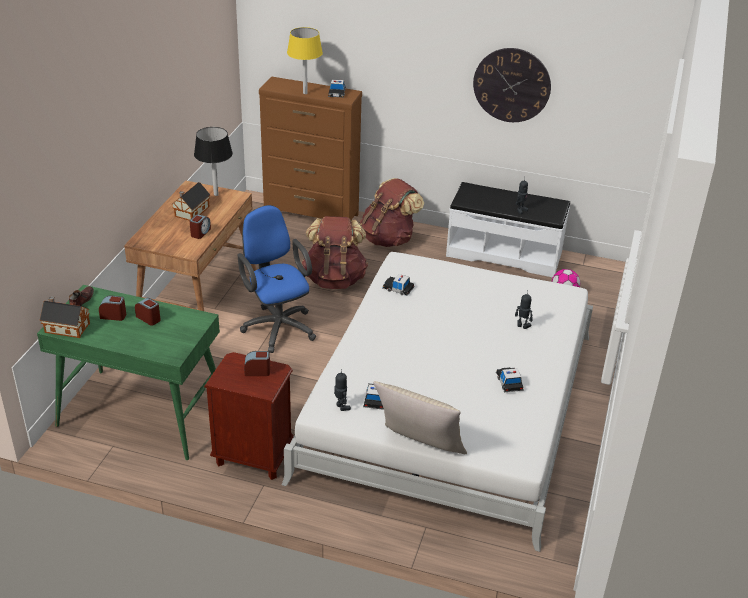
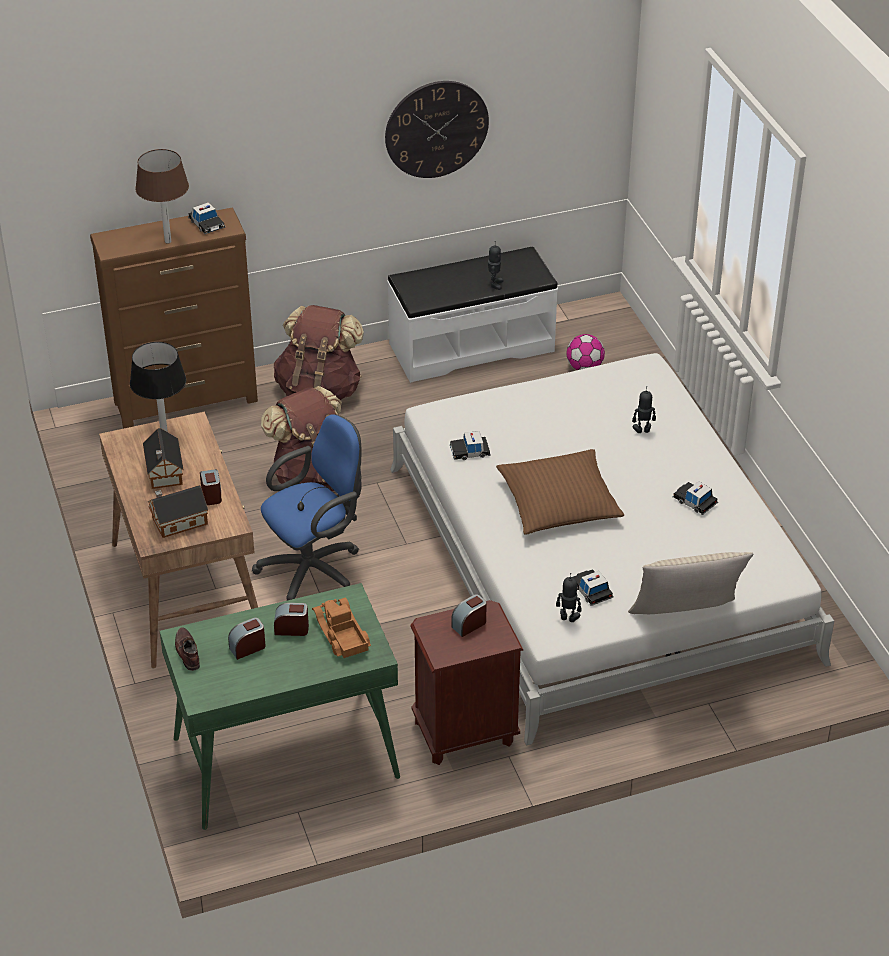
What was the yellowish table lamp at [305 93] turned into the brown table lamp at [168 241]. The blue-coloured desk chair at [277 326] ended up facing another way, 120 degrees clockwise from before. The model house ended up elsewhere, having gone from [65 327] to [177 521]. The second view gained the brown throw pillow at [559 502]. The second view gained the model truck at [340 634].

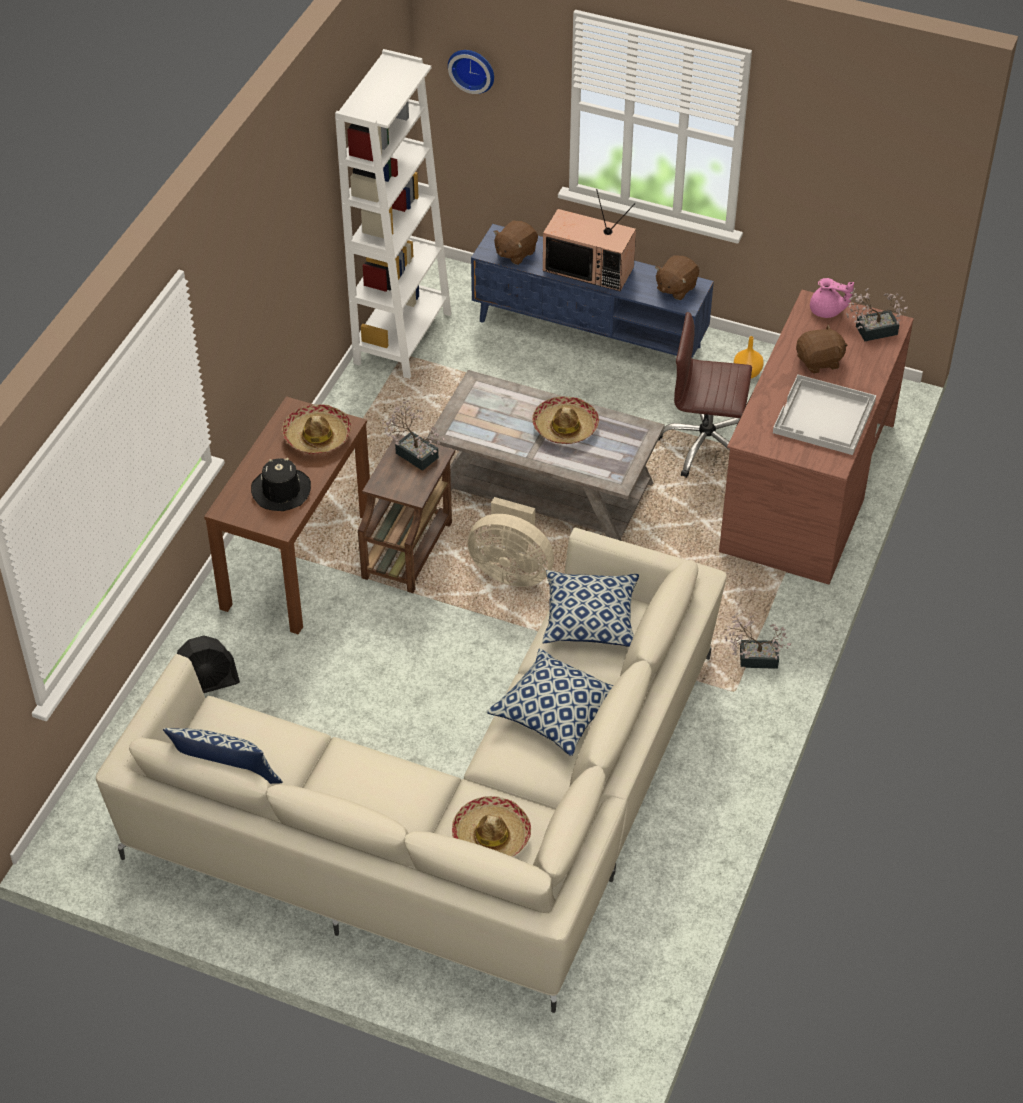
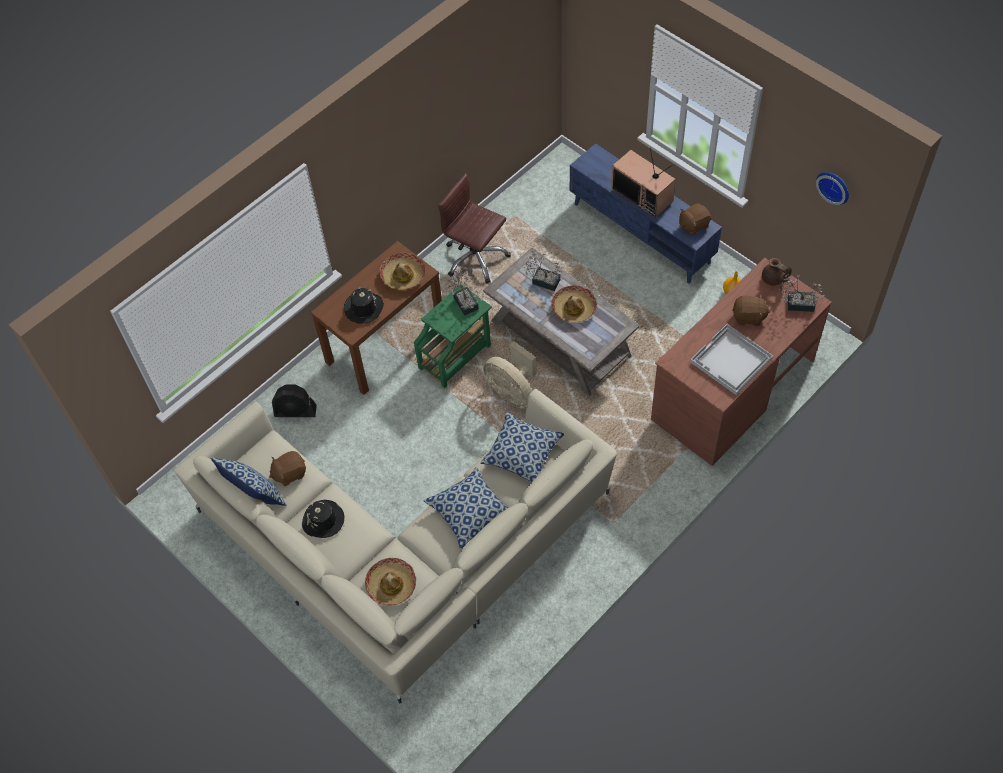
The second view lost the white-coloured bookcase at [402 338]. The wall clock ended up elsewhere, having gone from [472 69] to [834 186]. The brown soft toy ended up elsewhere, having gone from [515 253] to [289 473]. What was the pinkish pot for tea at [827 311] turned into the brown pot for tea at [773 279]. The brown desk chair ended up elsewhere, having gone from [705 445] to [475 258]. What was the brown accent table at [408 548] turned into the greenish accent table at [456 355]. The houseplant ended up elsewhere, having gone from [753 658] to [543 280]. The second view gained the black-coloured wearable hat at [323 520].

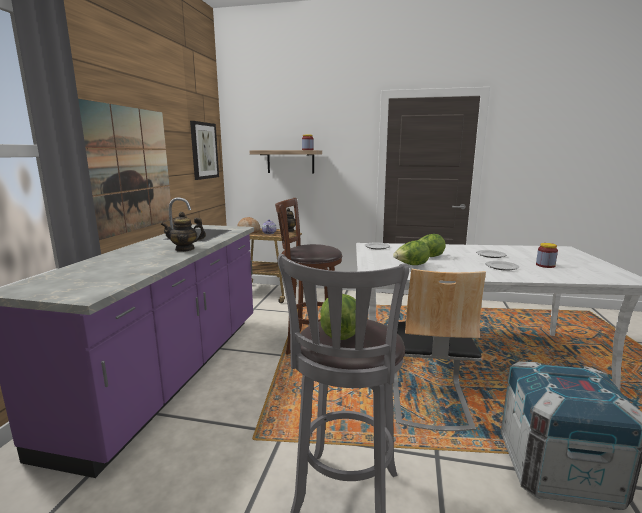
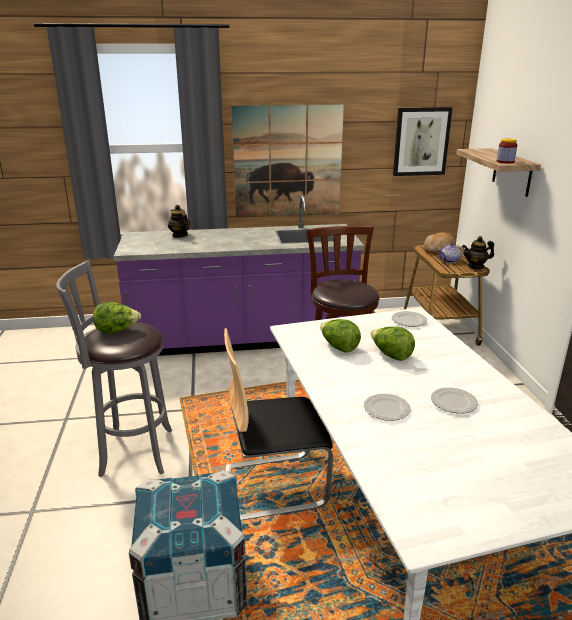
The pot for tea ended up elsewhere, having gone from [185 249] to [179 235]. The second view lost the storage jar at [545 265].

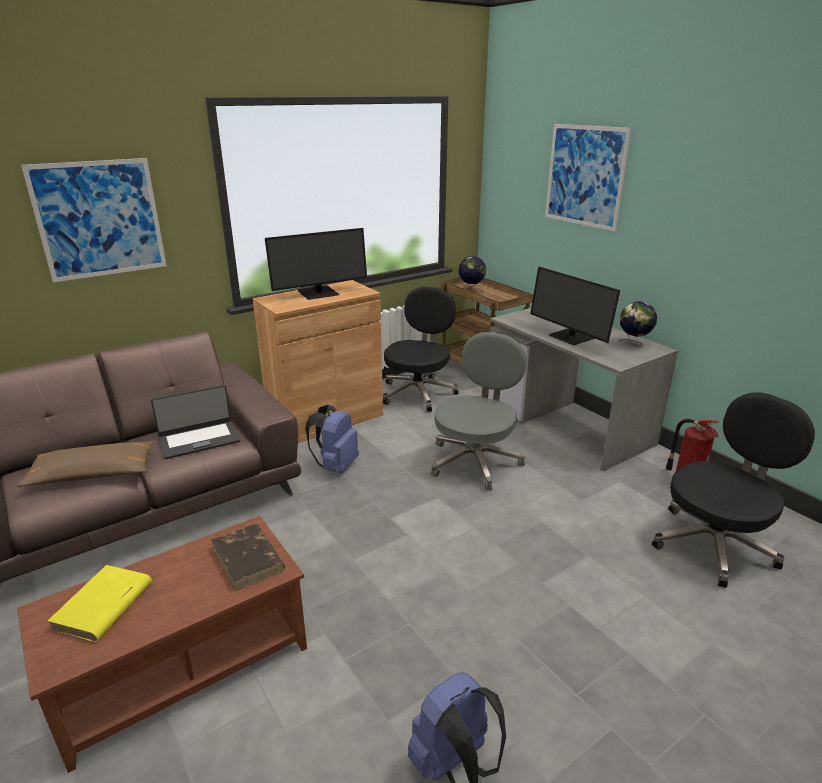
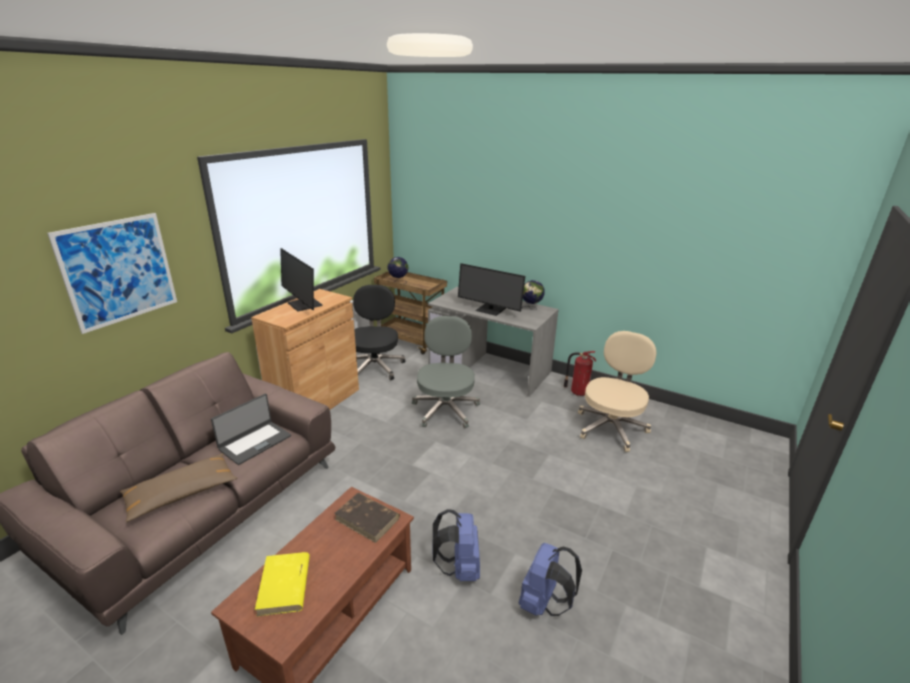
The second view lost the wall art at [585 176]. The monitor at [319 293] ended up facing another way, 105 degrees clockwise from before. What was the black-coloured desk chair at [714 544] turned into the sand-coloured desk chair at [611 427]. The blue-coloured rucksack ended up elsewhere, having gone from [335 466] to [459 568].

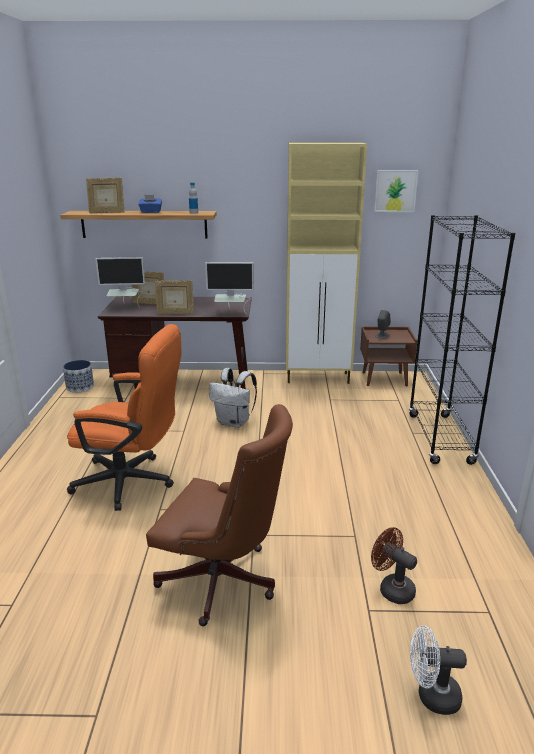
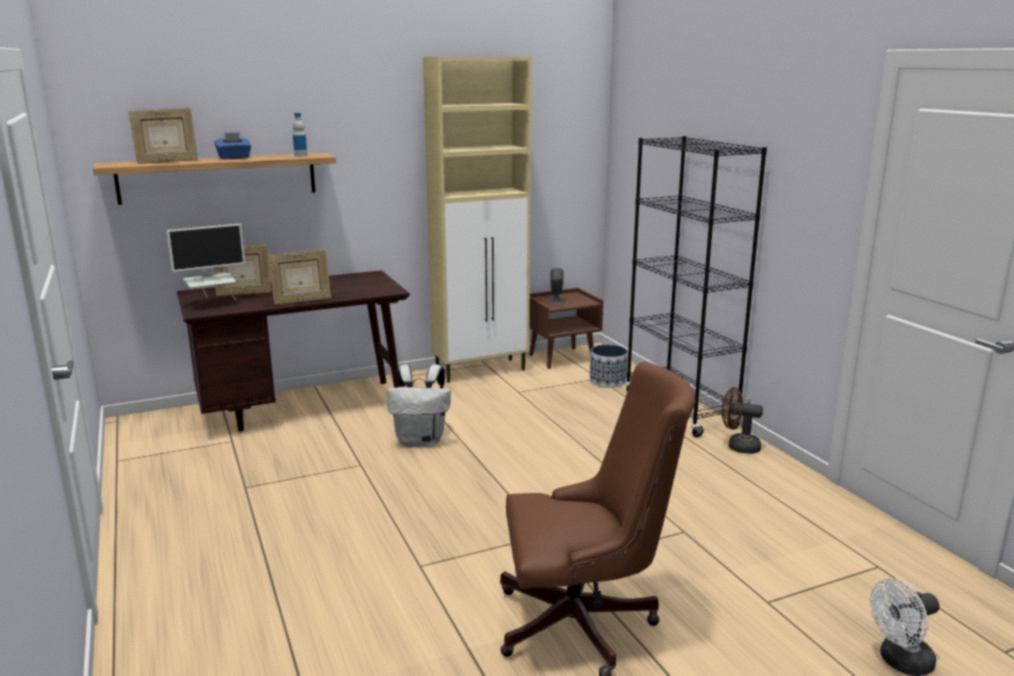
The second view lost the wall art at [395 191]. The second view lost the monitor at [231 314]. The second view lost the orangey desk chair at [132 482]. The flower pot ended up elsewhere, having gone from [80 387] to [608 381]. The brown cooling fan ended up elsewhere, having gone from [392 588] to [738 446].

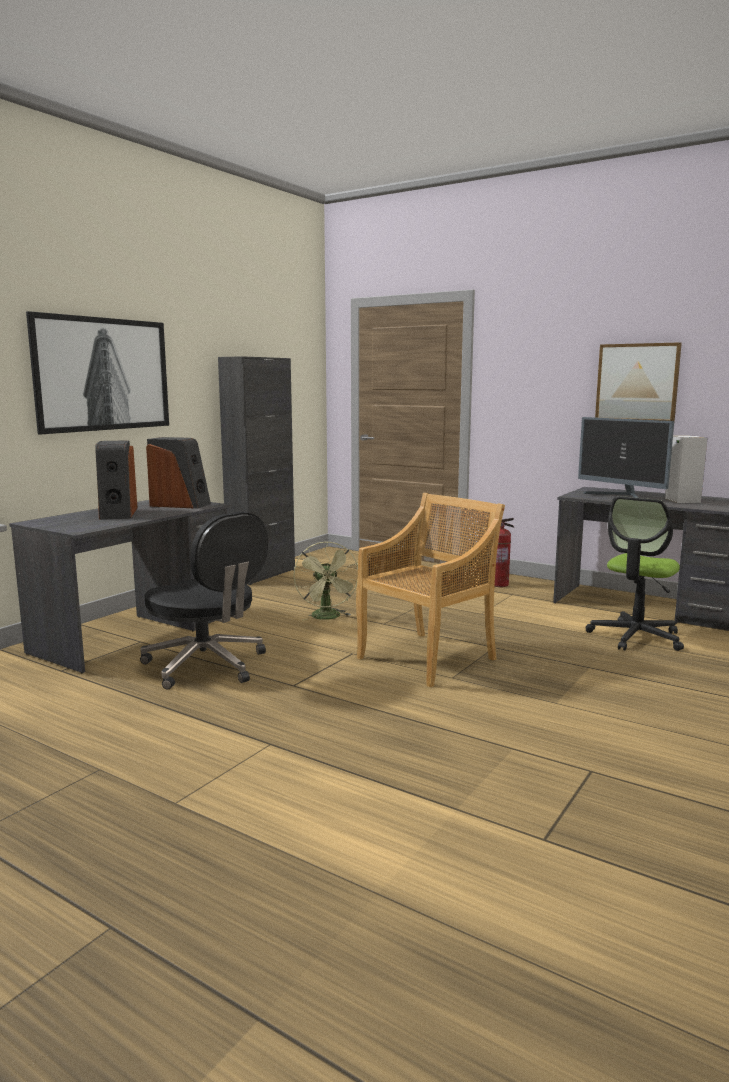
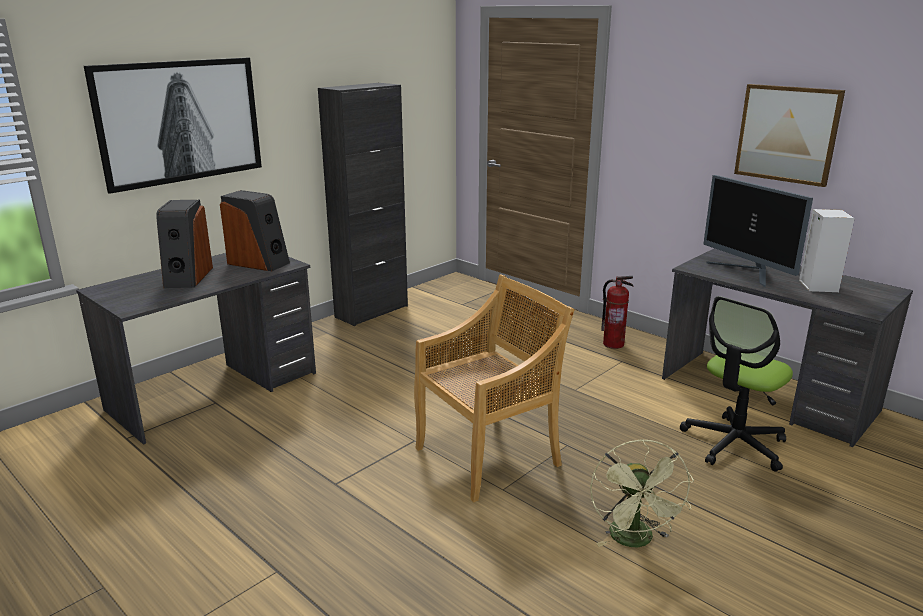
The second view lost the black-coloured desk chair at [207 666]. The greenish cooling fan ended up elsewhere, having gone from [328 618] to [635 541].

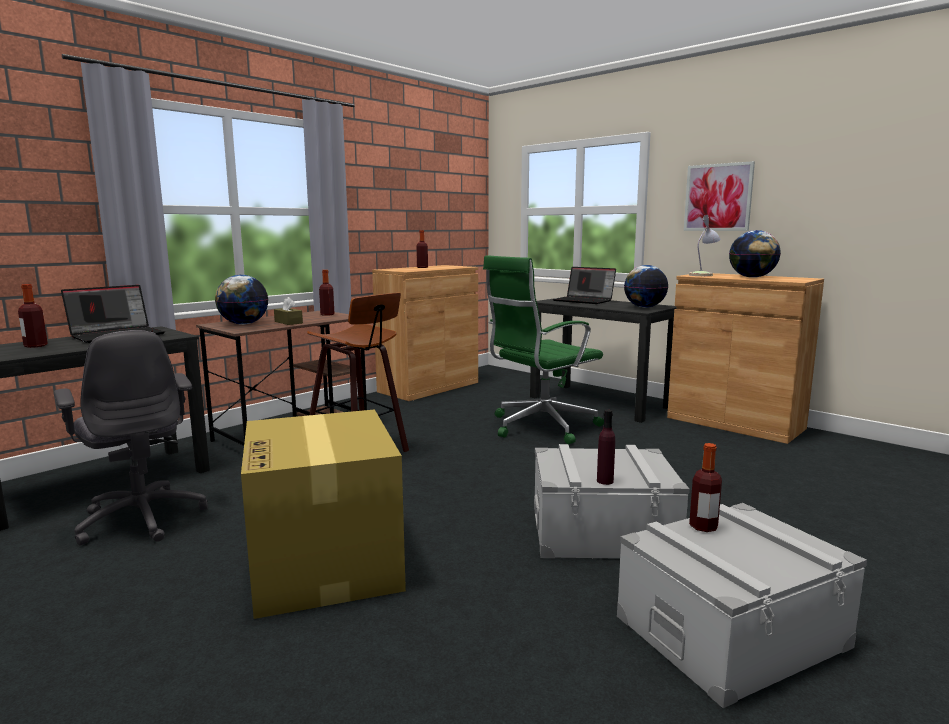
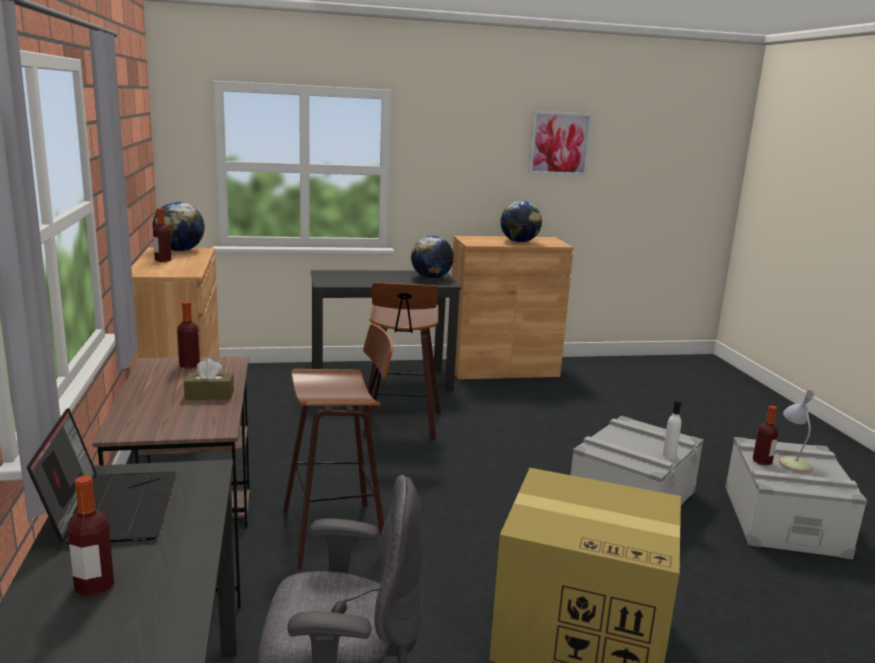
The wall art ended up elsewhere, having gone from [718 197] to [559 143]. The table lamp ended up elsewhere, having gone from [703 275] to [792 462]. Where the greenish desk chair stood at [540 427], the stool seat came to stand at [401 425]. The second view lost the laptop at [584 301]. The globe ended up elsewhere, having gone from [243 324] to [180 250]. What was the purple-coloured drink bottle at [605 481] turned into the white-coloured drink bottle at [669 455].

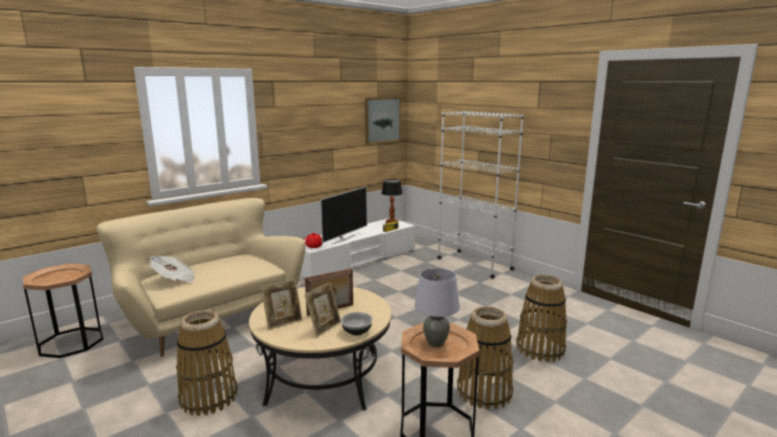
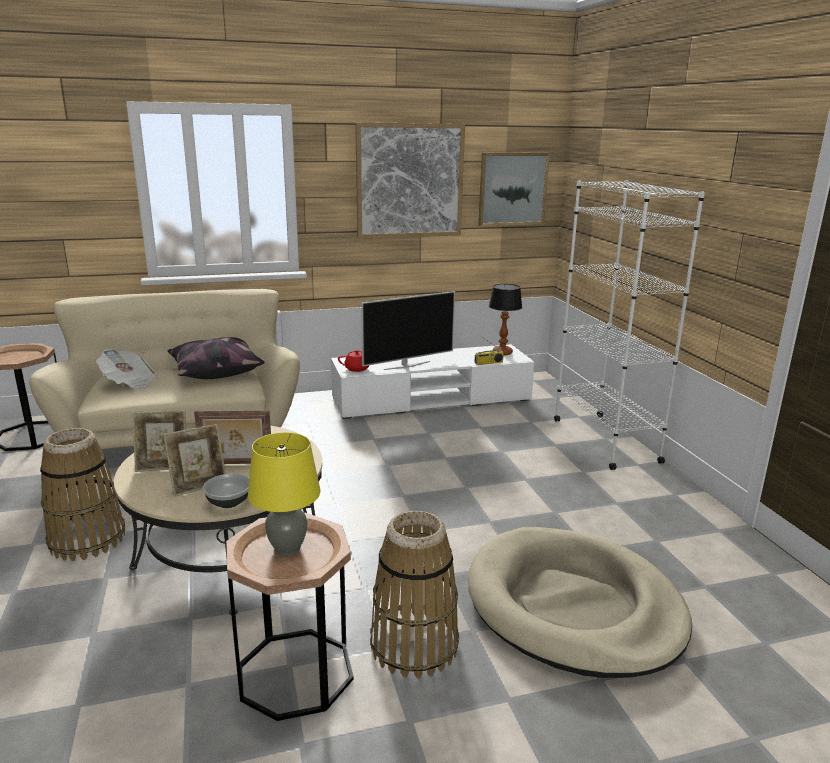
What was the grey table lamp at [435 343] turned into the yellowish table lamp at [287 548]. Where the household basket stood at [540 349], the sand-coloured dog cushion came to stand at [573 606]. The second view gained the wall art at [409 181]. The second view gained the throw pillow at [215 371].

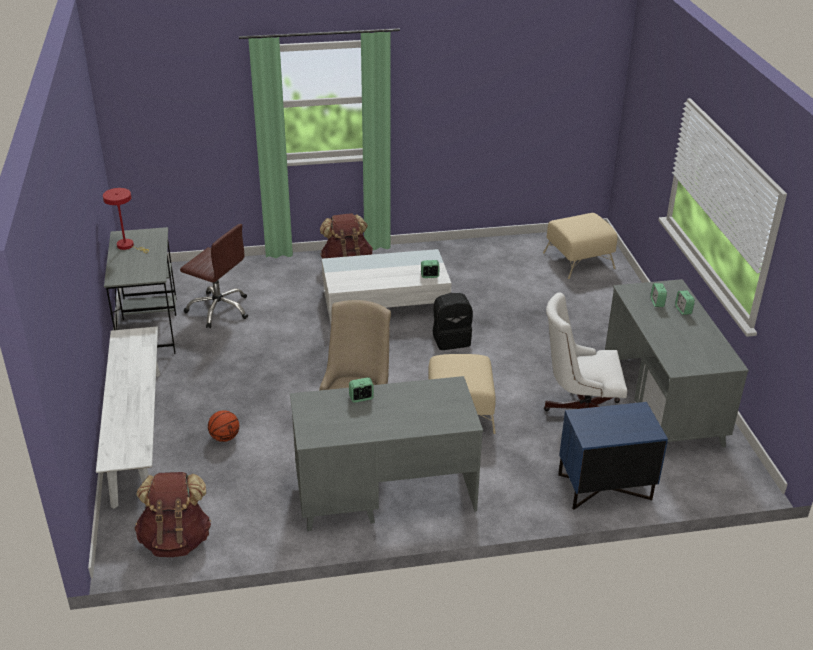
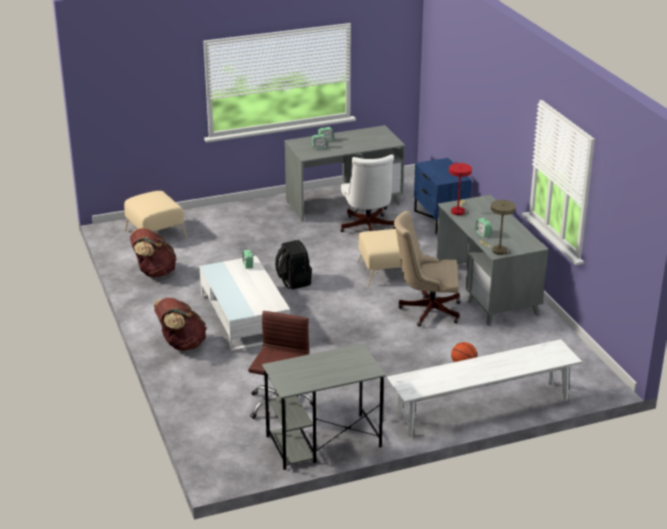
The red-coloured table lamp ended up elsewhere, having gone from [128 246] to [458 210]. The brown rucksack ended up elsewhere, having gone from [176 540] to [154 272]. The second view gained the sand-coloured table lamp at [497 250].

